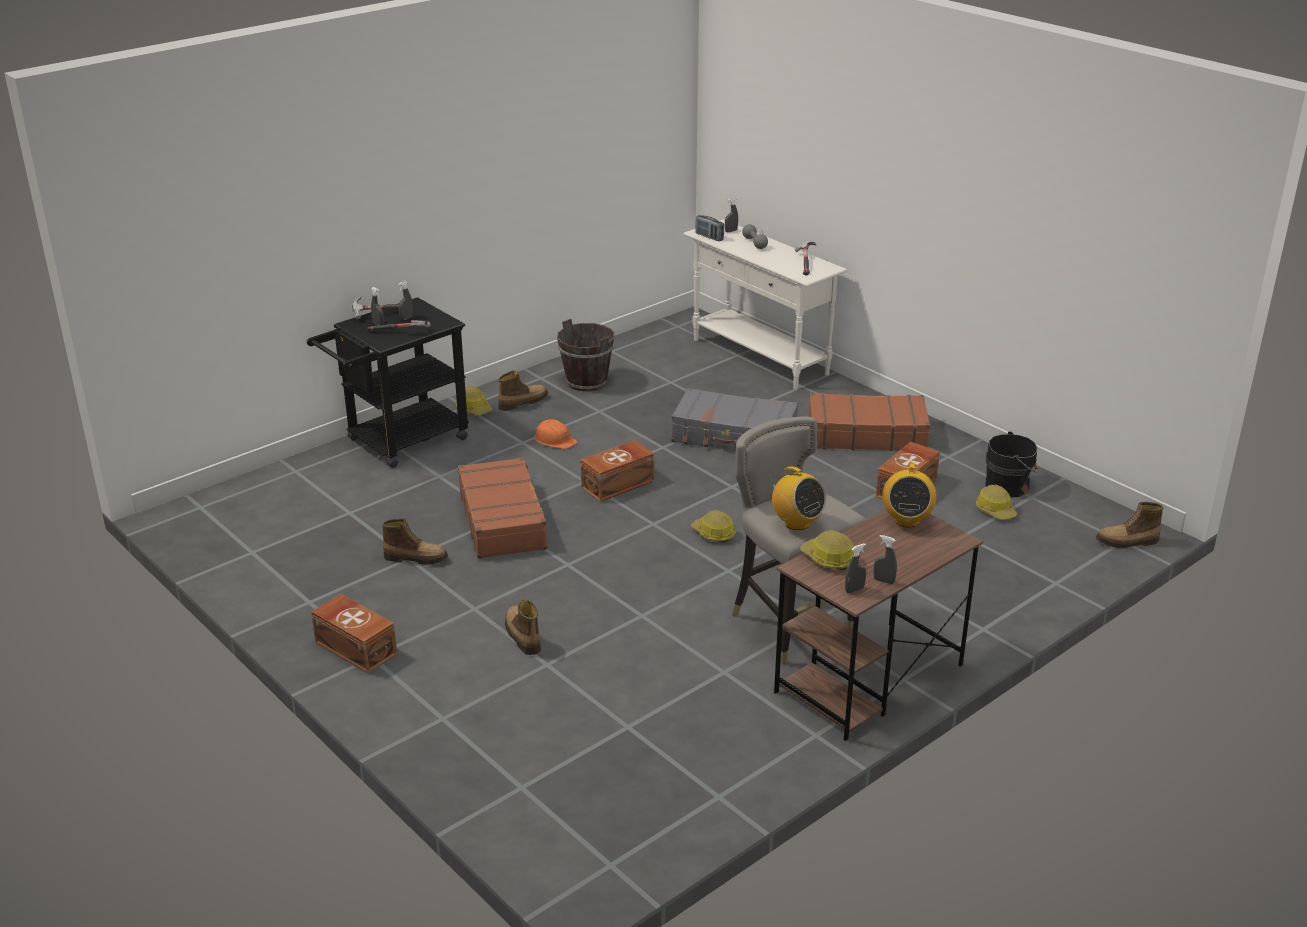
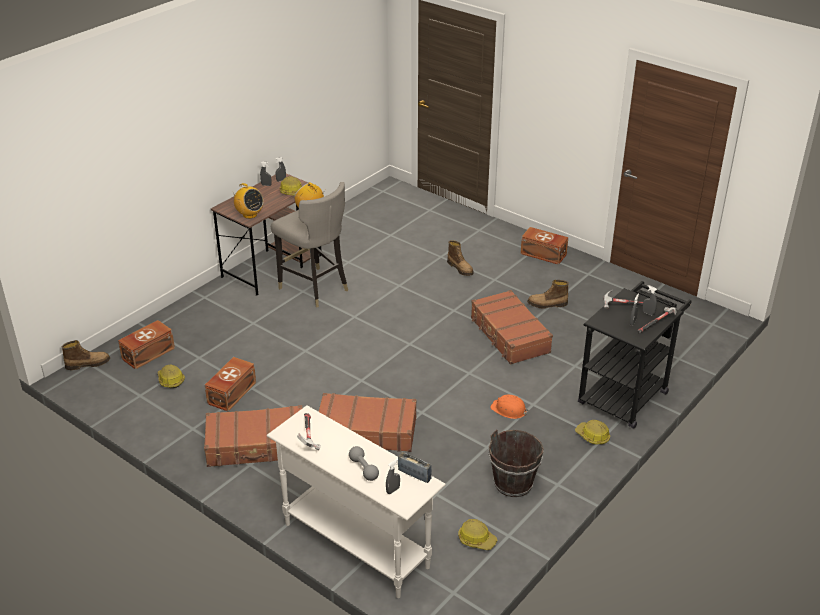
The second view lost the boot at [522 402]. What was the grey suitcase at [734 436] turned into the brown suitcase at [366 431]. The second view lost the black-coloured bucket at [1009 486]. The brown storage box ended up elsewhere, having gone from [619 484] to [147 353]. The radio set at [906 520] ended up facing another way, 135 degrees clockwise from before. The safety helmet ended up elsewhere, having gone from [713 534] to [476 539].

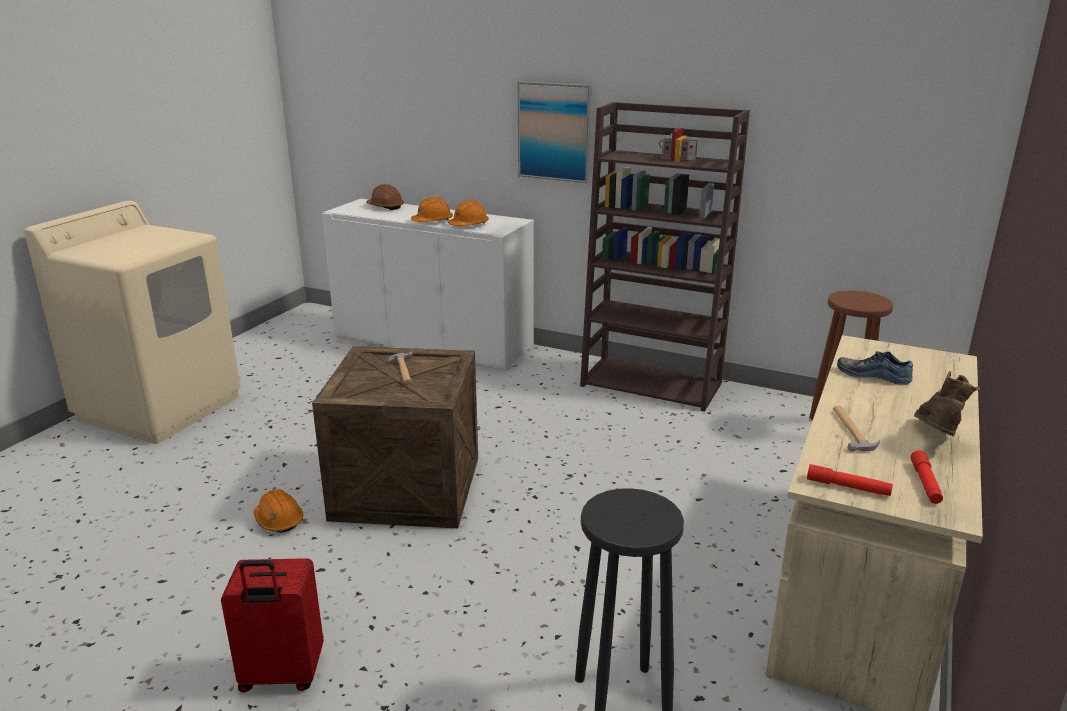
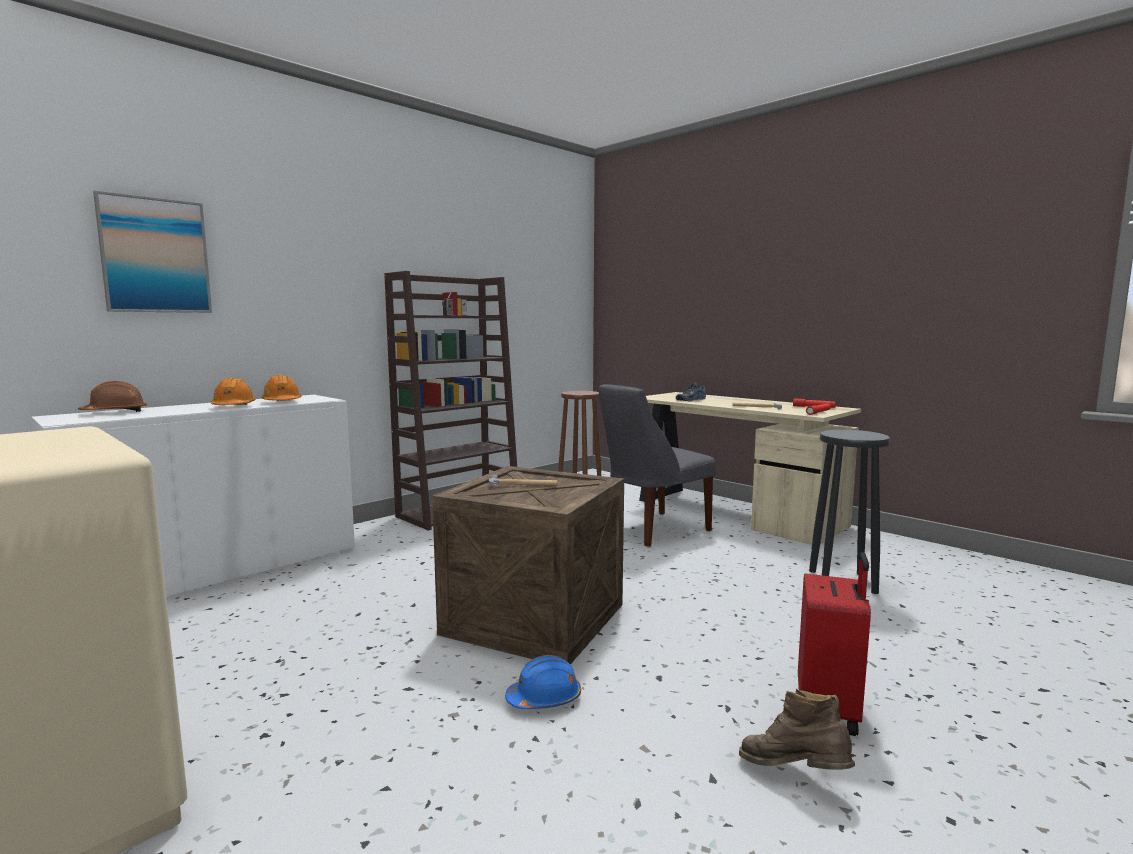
The wall art ended up elsewhere, having gone from [554 131] to [155 256]. The brown boot ended up elsewhere, having gone from [935 439] to [794 775]. What was the orangey safety helmet at [279 520] turned into the blue-coloured safety helmet at [544 699]. The second view gained the grey plain chair at [651 530].

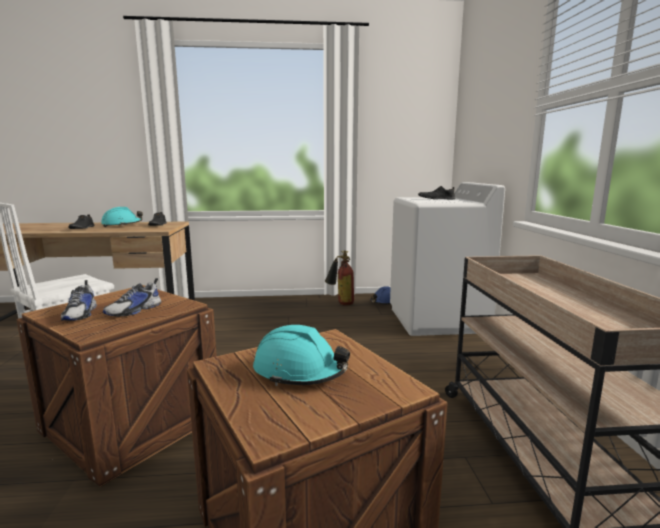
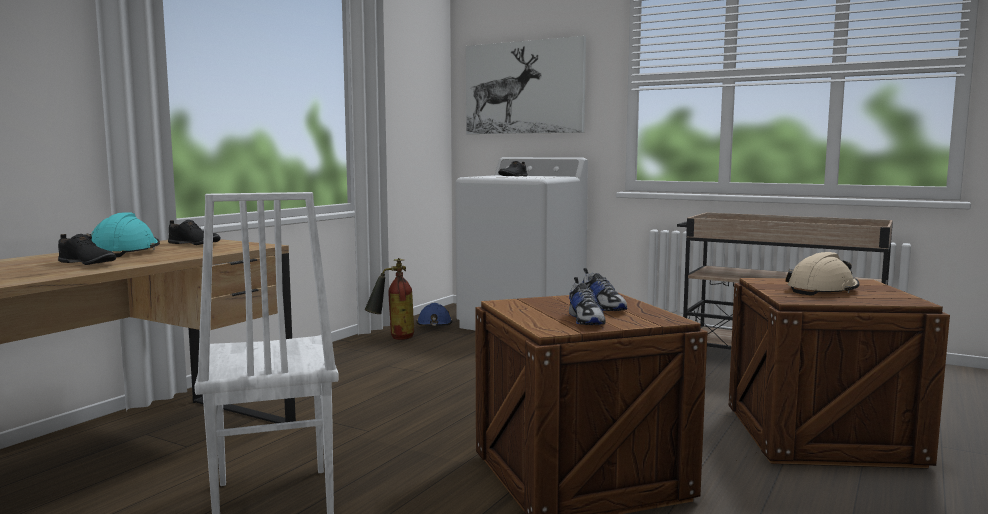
The shoe at [81 314] ended up facing another way, 60 degrees clockwise from before. What was the turquoise-coloured safety helmet at [299 371] turned into the sand-coloured safety helmet at [822 290]. The second view gained the wall art at [524 88].

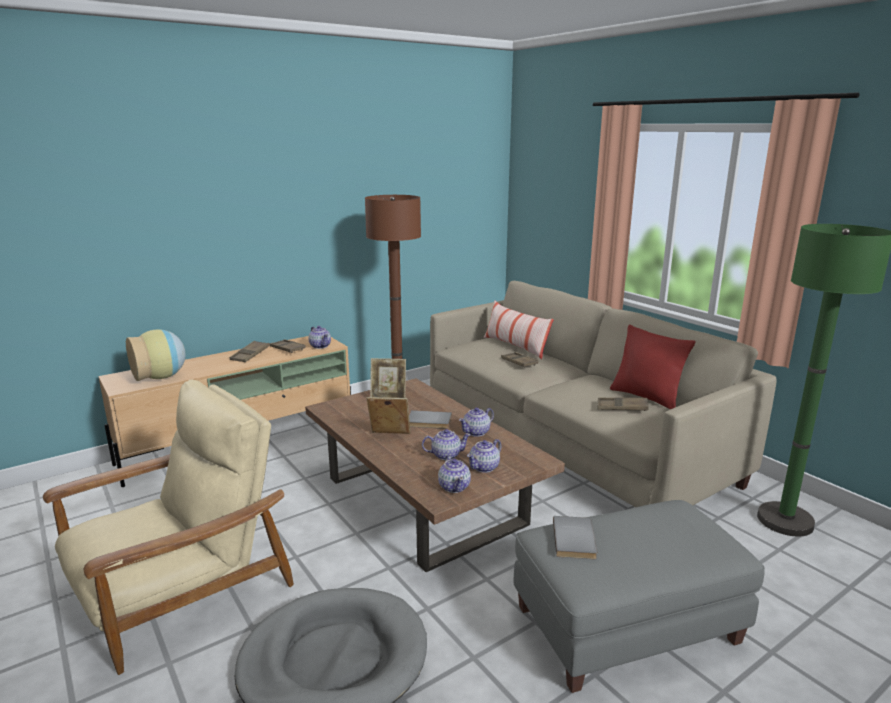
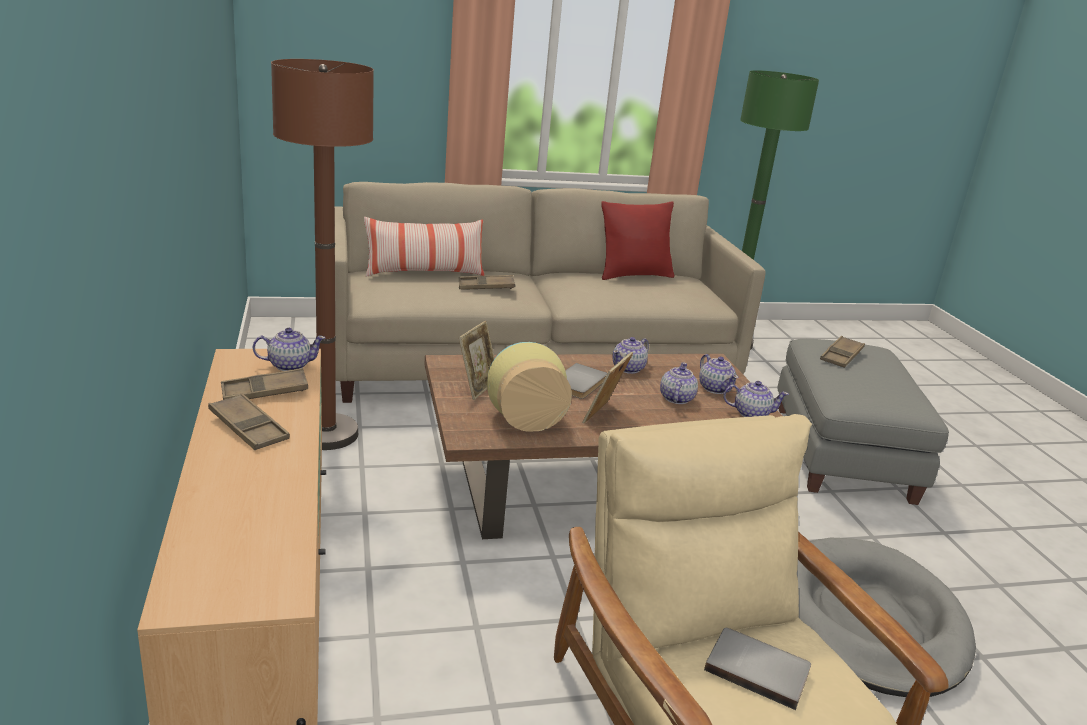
The flower vase ended up elsewhere, having gone from [161 377] to [524 417]. The brown carrying tray ended up elsewhere, having gone from [622 408] to [841 356]. The pot for tea at [476 432] ended up facing another way, 60 degrees clockwise from before. The grey book ended up elsewhere, having gone from [576 539] to [758 668].

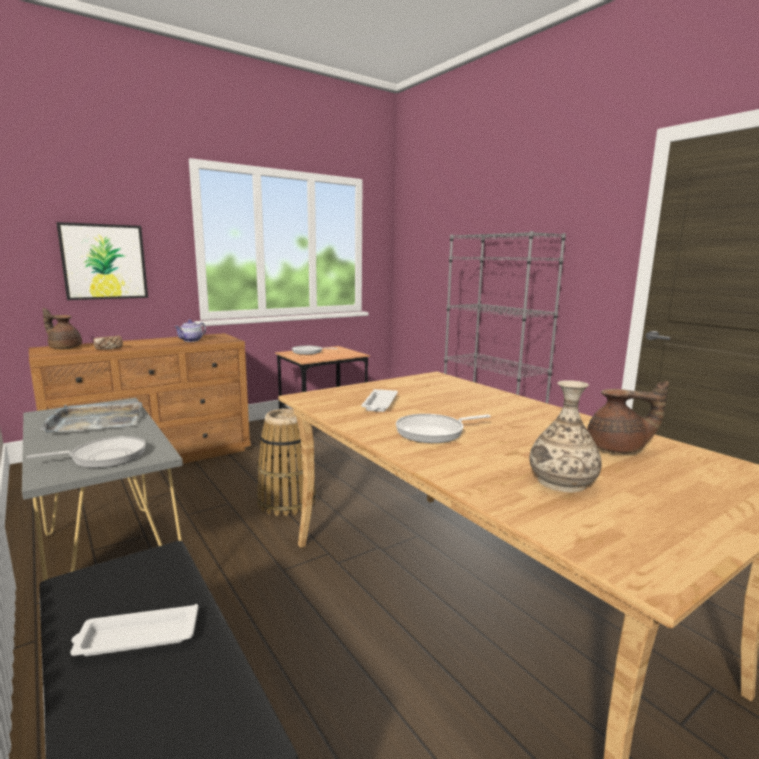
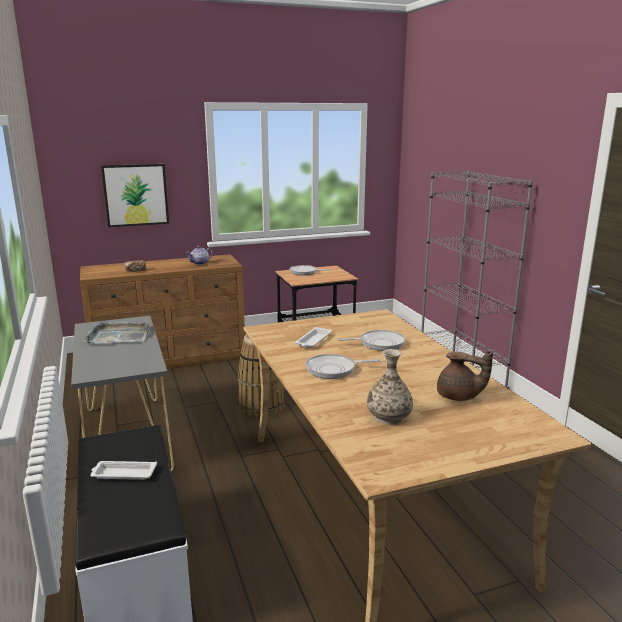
The second view lost the brown pot for tea at [65 348]. The pan ended up elsewhere, having gone from [104 457] to [379 343].

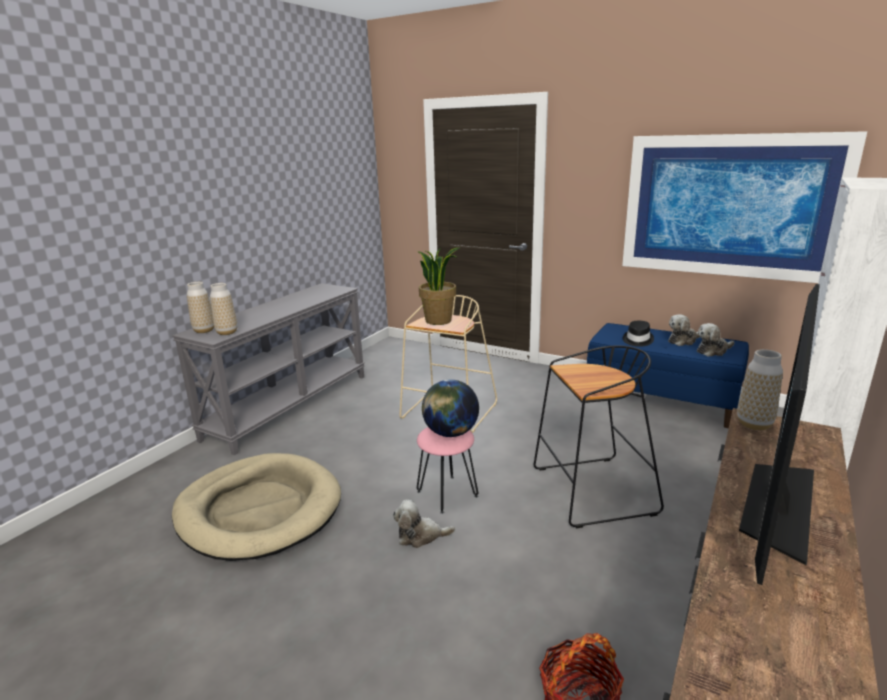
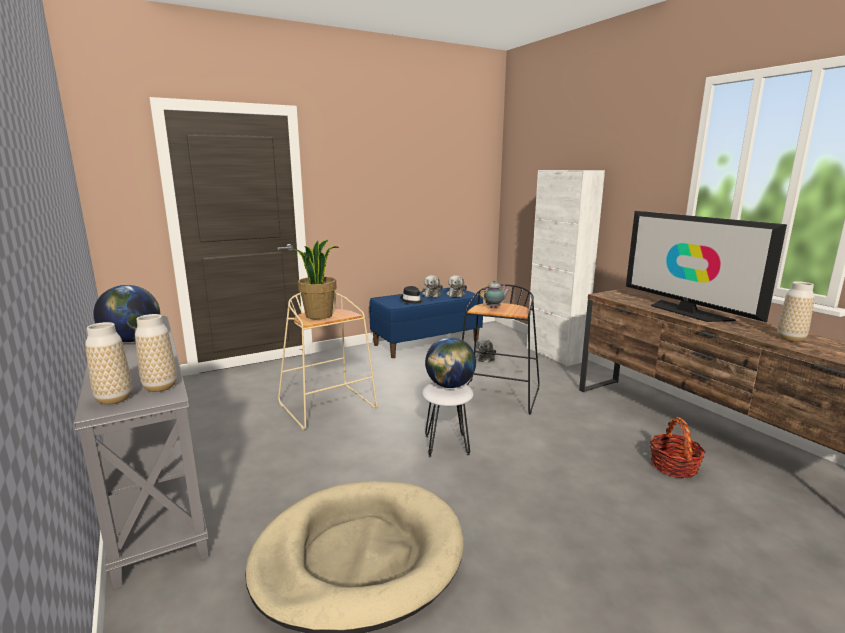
The second view lost the wall art at [729 206]. The flower vase ended up elsewhere, having gone from [754 424] to [790 339]. What was the pinkish stool seat at [446 493] turned into the white-coloured stool seat at [446 445]. The soft toy ended up elsewhere, having gone from [420 536] to [486 358]. The second view gained the pot for tea at [494 307]. The second view gained the globe at [132 340].

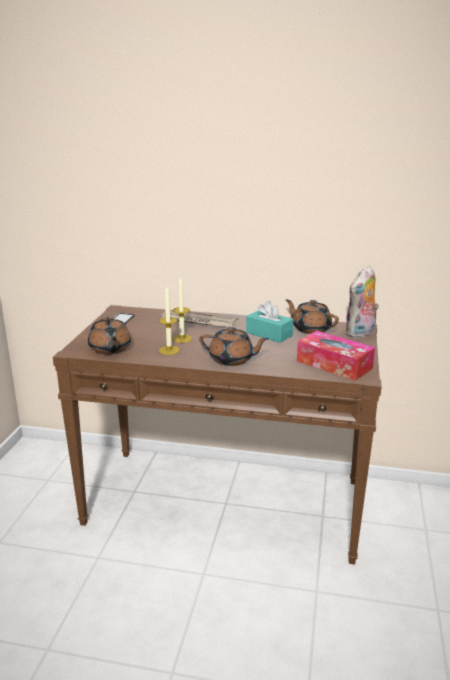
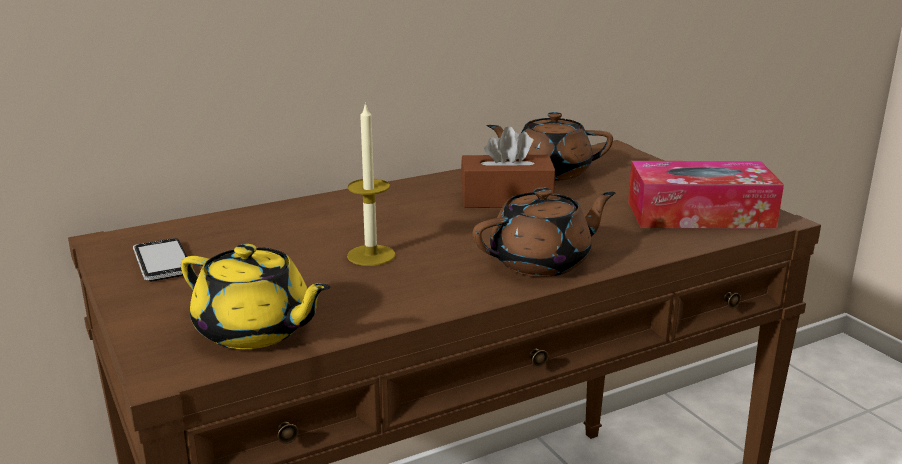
The second view lost the soft toy at [360 334]. The second view lost the wax light at [169 350]. What was the turquoise-coloured box of tissues at [269 334] turned into the brown box of tissues at [506 199]. The second view lost the newspaper at [197 321]. What was the brown pot for tea at [110 349] turned into the yellowish pot for tea at [255 331].

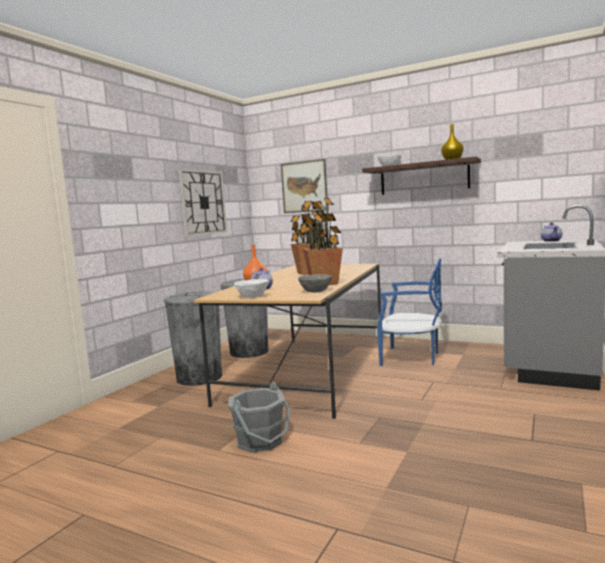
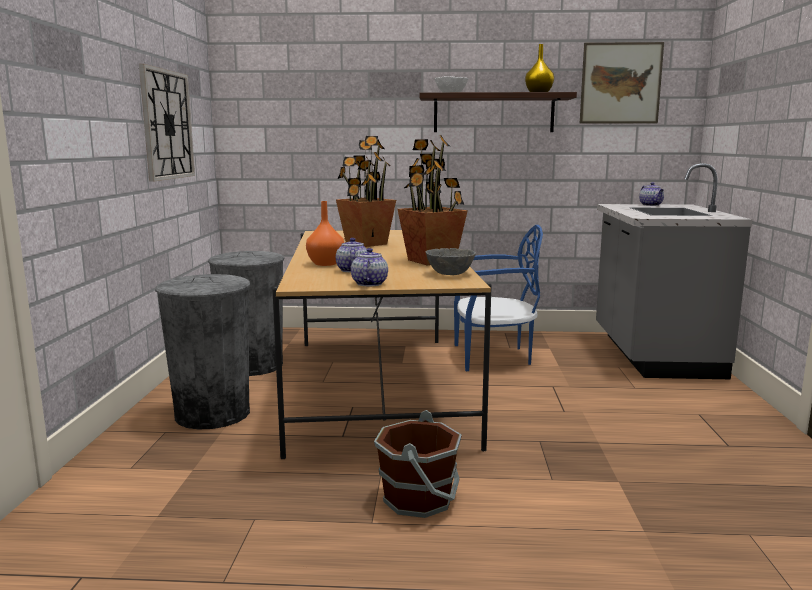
The wall art ended up elsewhere, having gone from [304 186] to [620 83]. Where the white-coloured deep dish stood at [252 296], the pot for tea came to stand at [369 283]. What was the grey bucket at [260 441] turned into the brown bucket at [419 498].

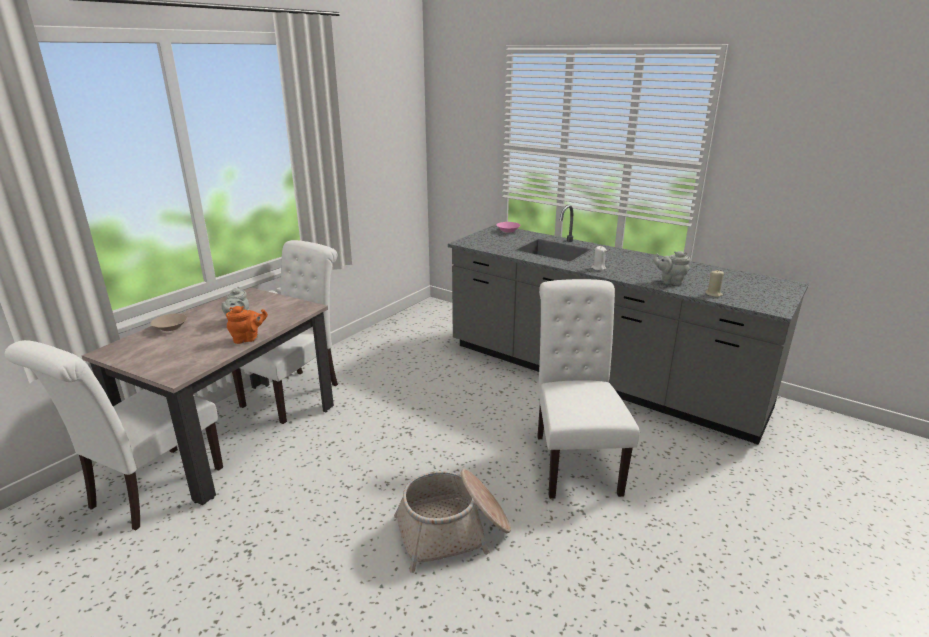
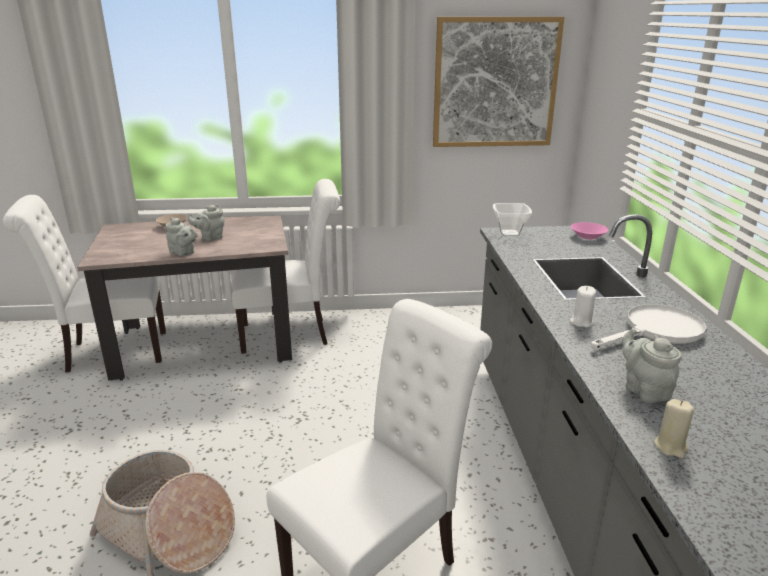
What was the orangey pot for tea at [248 339] turned into the grey pot for tea at [183 253]. The second view gained the wall art at [495 83]. The second view gained the deep dish at [510 233]. The second view gained the white-coloured pan at [656 331].

